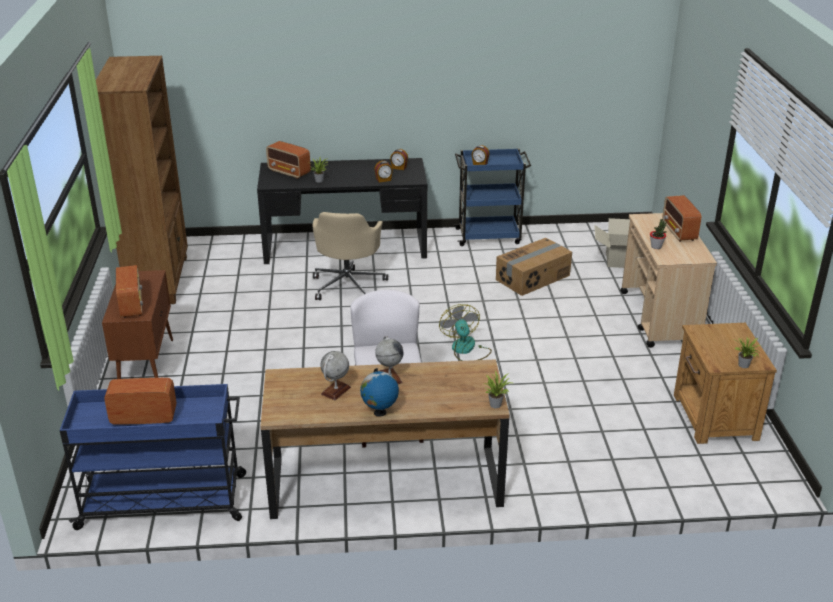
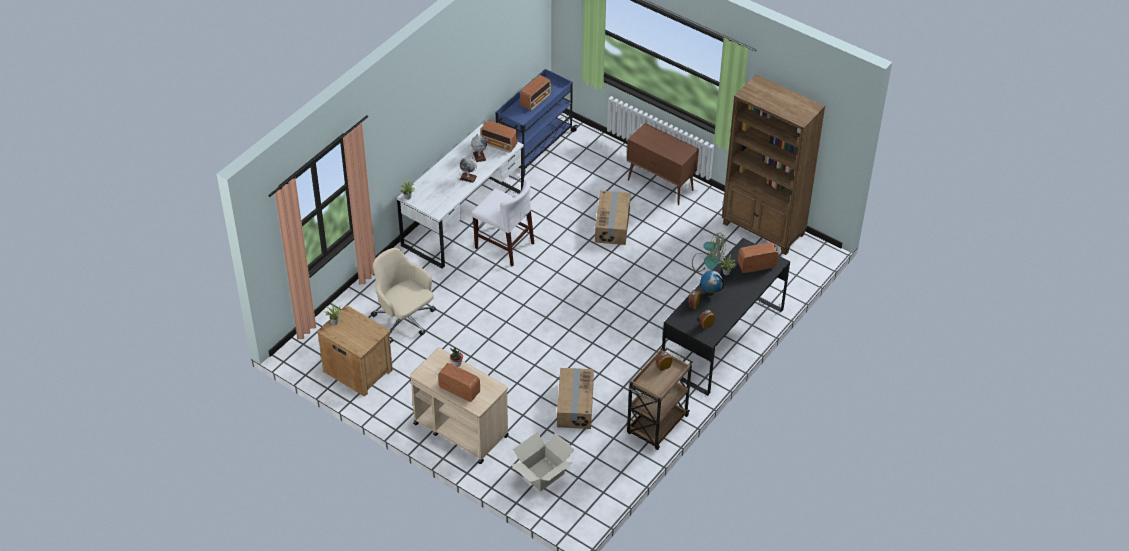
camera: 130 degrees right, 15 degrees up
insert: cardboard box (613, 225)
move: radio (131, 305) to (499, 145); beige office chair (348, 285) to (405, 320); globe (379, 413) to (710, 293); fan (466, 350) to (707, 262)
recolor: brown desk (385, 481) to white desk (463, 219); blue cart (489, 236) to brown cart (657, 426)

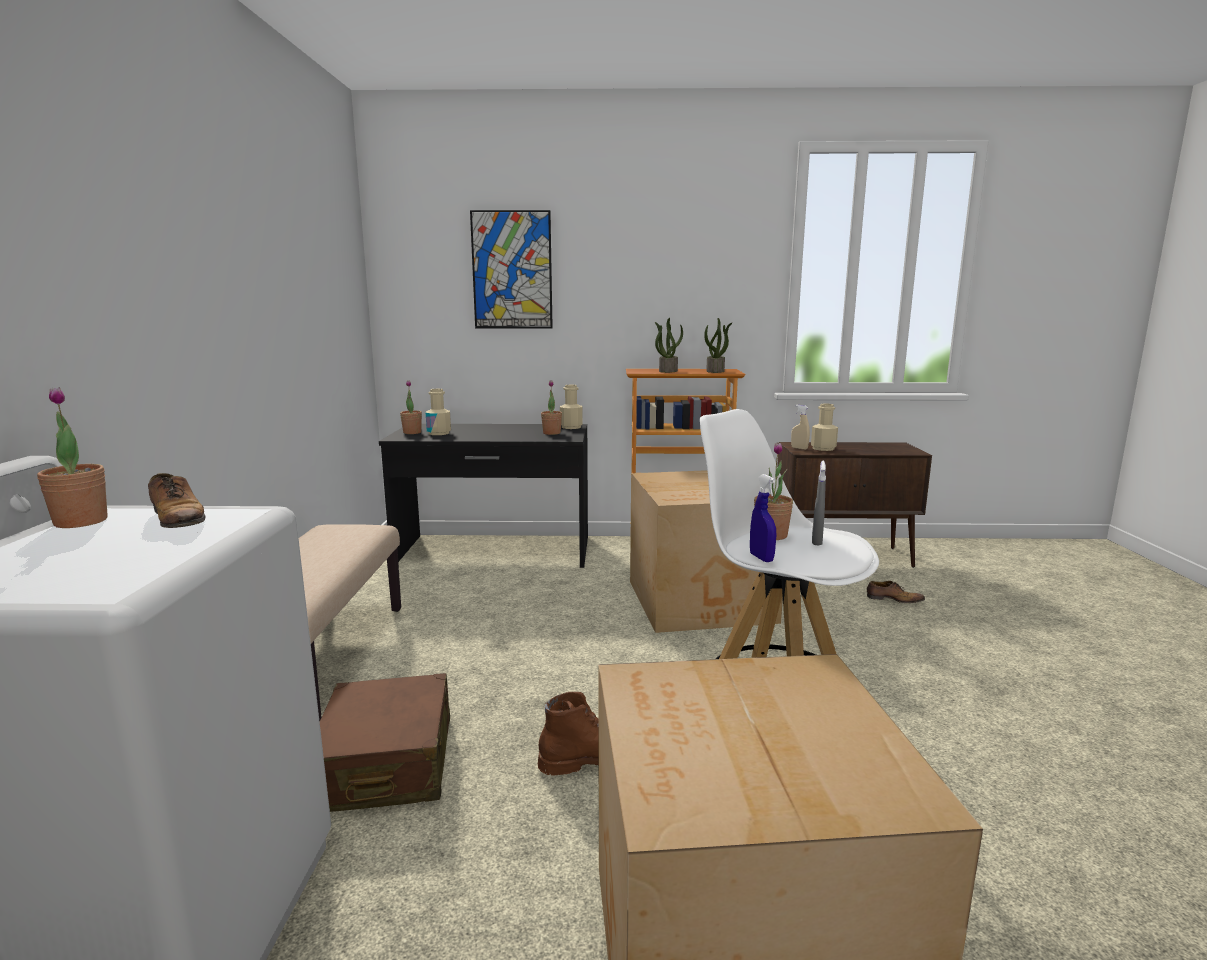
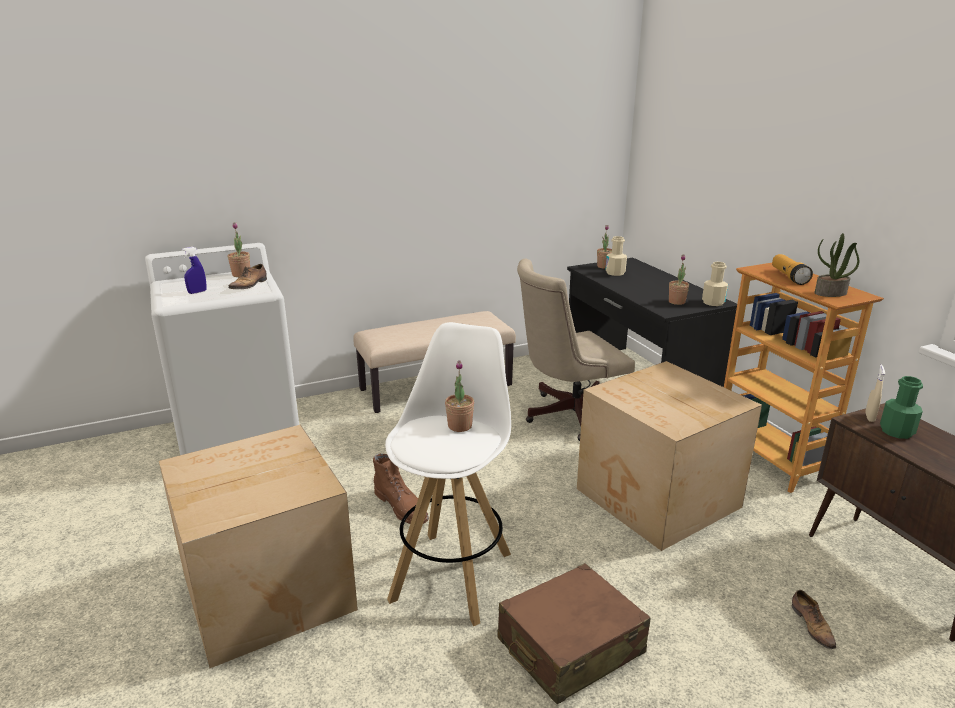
camera: 65 degrees right, 10 degrees up
delete: picture (512, 270); grey spray bottle (817, 541)
insert: beige office chair (567, 415)
move: brown suitcase (386, 764) to (570, 647); blue spray bottle (761, 558) to (197, 292)
replace: potted plant (667, 371) to flashlight (789, 277)
recolor: beige bottle (823, 448) to green bottle (896, 431)

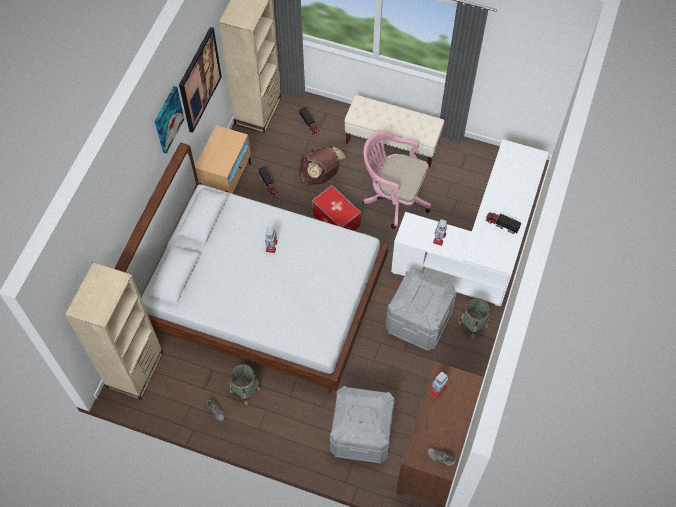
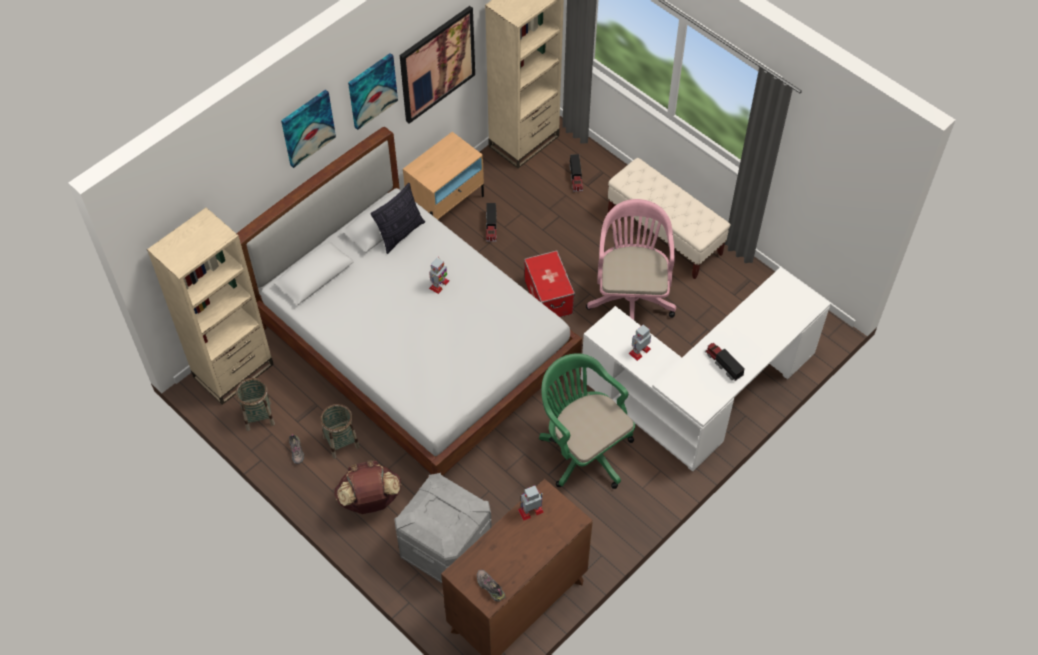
camera: 25 degrees right, 5 degrees down
insert: picture (307, 127); pillow (400, 233)
move: brown backpack (320, 175) to (370, 500); basket (473, 325) to (259, 416)
replace: grey storage box (418, 321) to green office chair (583, 449)
rotate: pink office chair (393, 197) = (631, 297) 45 degrees clockwise

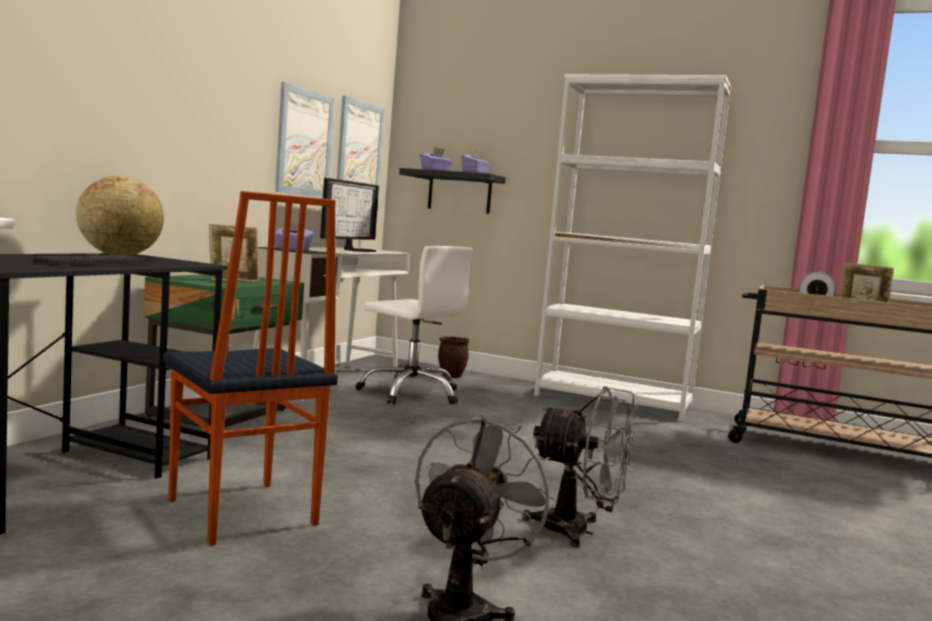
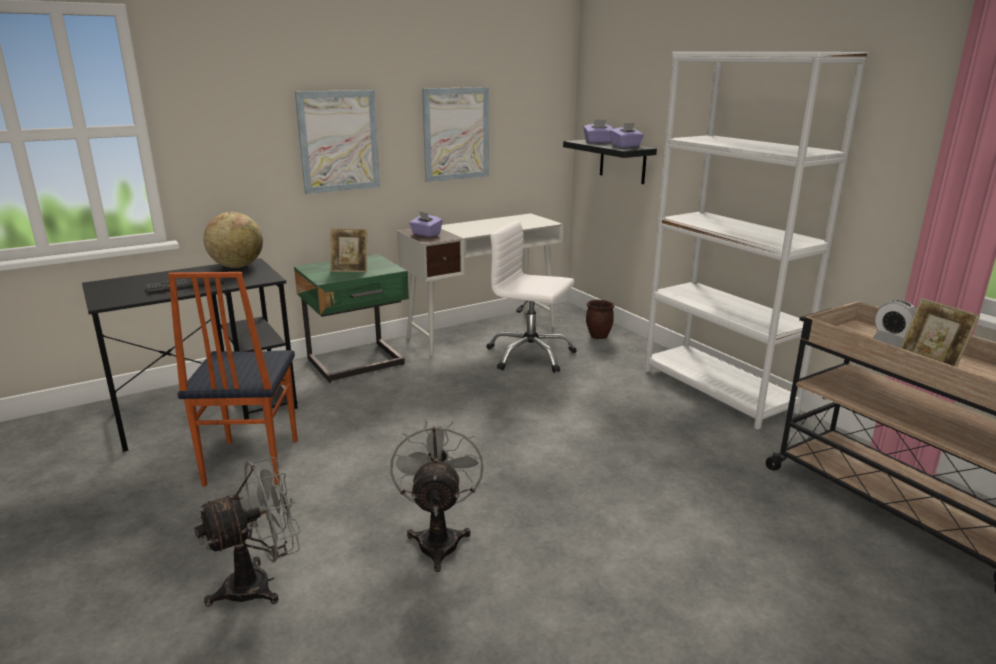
camera: 35 degrees right, 15 degrees up
delete: monitor (357, 250)
move: picture (359, 149) to (338, 141)
rotate: white office chair (411, 393) = (529, 355) 135 degrees clockwise; grey fan (578, 531) = (438, 538) 150 degrees counterclockwise

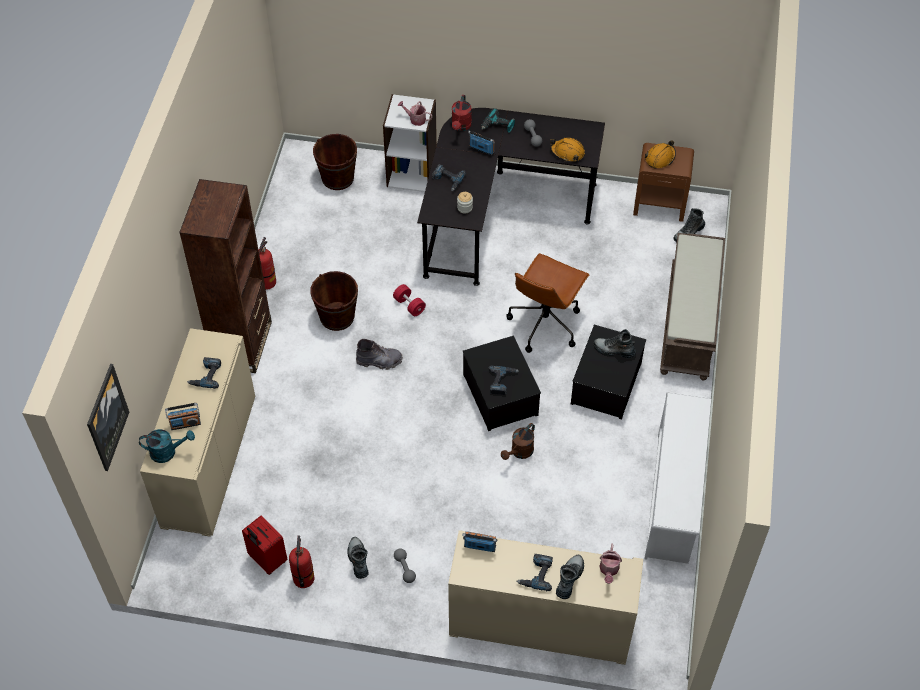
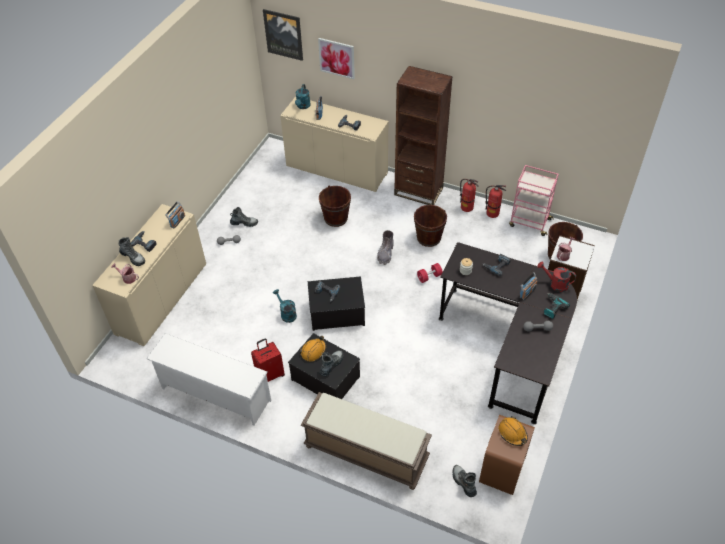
camera: 105 degrees right, 5 degrees down
delete: brown office chair (545, 323)
insert: picture (337, 58); brown bucket (336, 218); pink cart (529, 222)
move: red suitcase (267, 560) to (270, 374); fire extinguisher (303, 579) to (492, 213); orange hard hat (567, 152) to (313, 351)
recolor: brown watering can (519, 452) to turquoise watering can (286, 314)

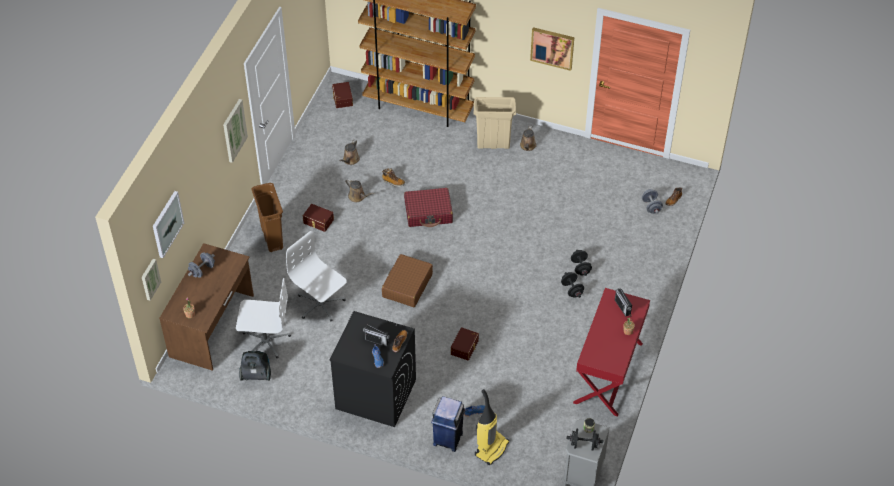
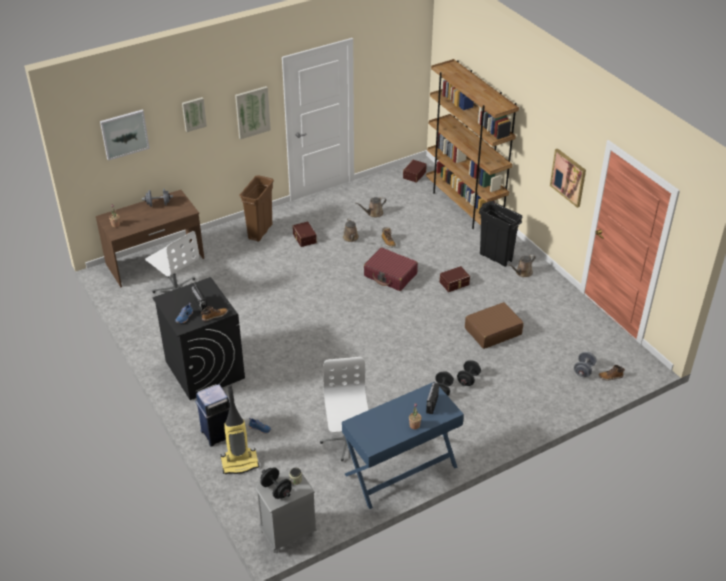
camera: 40 degrees right, 10 degrees down
delete: vacuum cleaner (256, 375)
move: picture (149, 279) to (193, 114); white office chair (320, 304) to (347, 440); brown suitcase (407, 286) to (492, 331); brown storage box (465, 347) to (454, 283)
recolor: beige trash can (493, 144) to black trash can (496, 258); red desk (608, 373) to blue desk (401, 471)

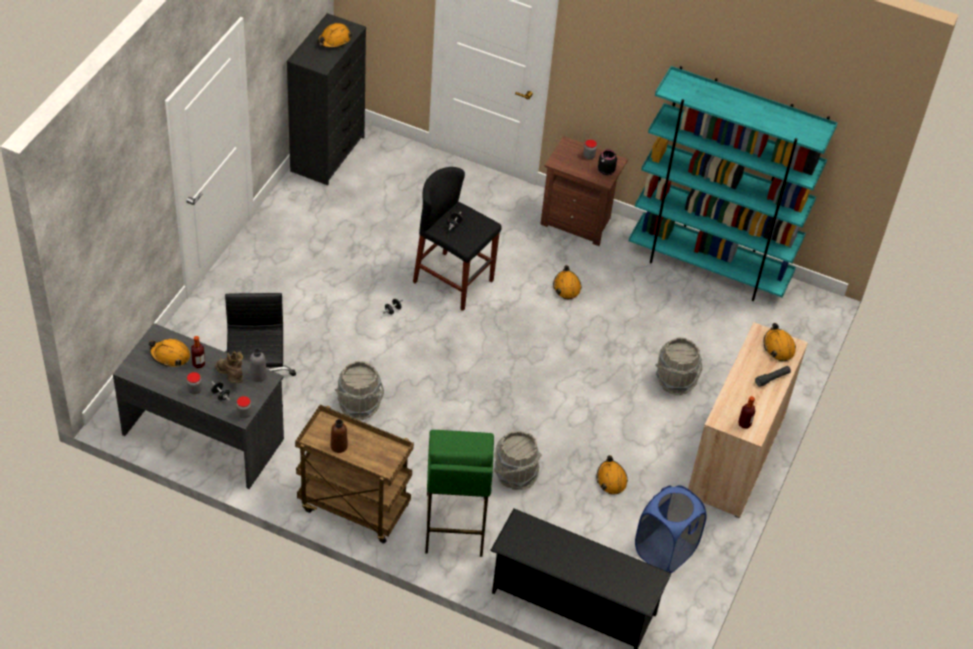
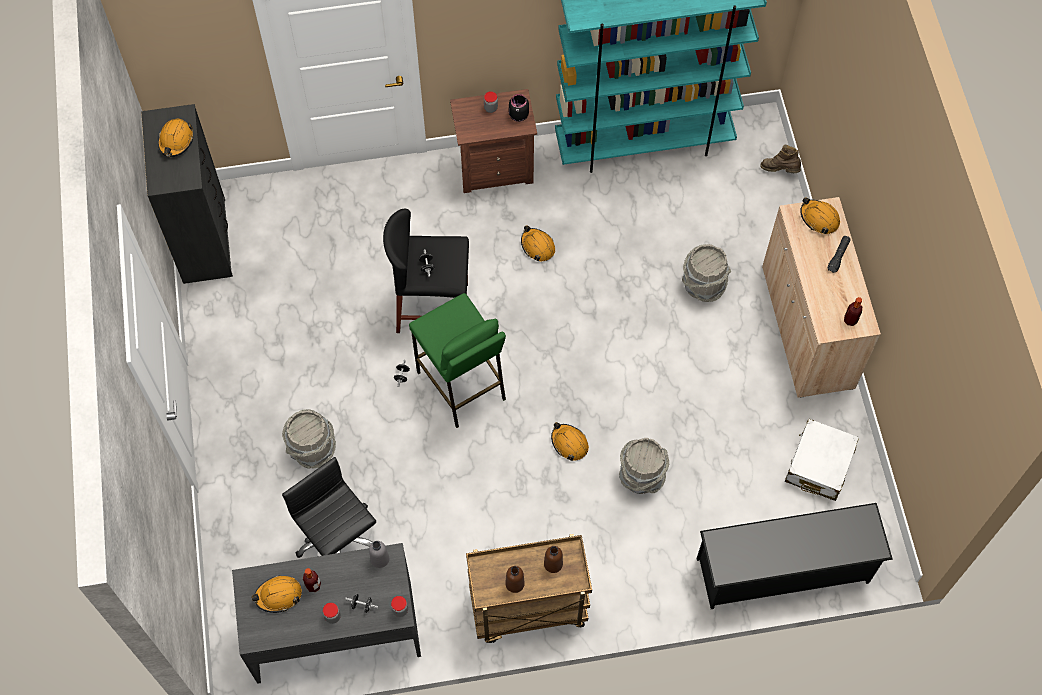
camera: 30 degrees left, 15 degrees up
insert: brown bottle (553, 564)
move: brown boot (231, 377) to (780, 170); grey bucket (359, 406) to (312, 449); green stool (454, 524) to (461, 386); orange hard hat (611, 479) to (569, 443)
replace: blue laundry basket (664, 551) to white suitcase (819, 465)

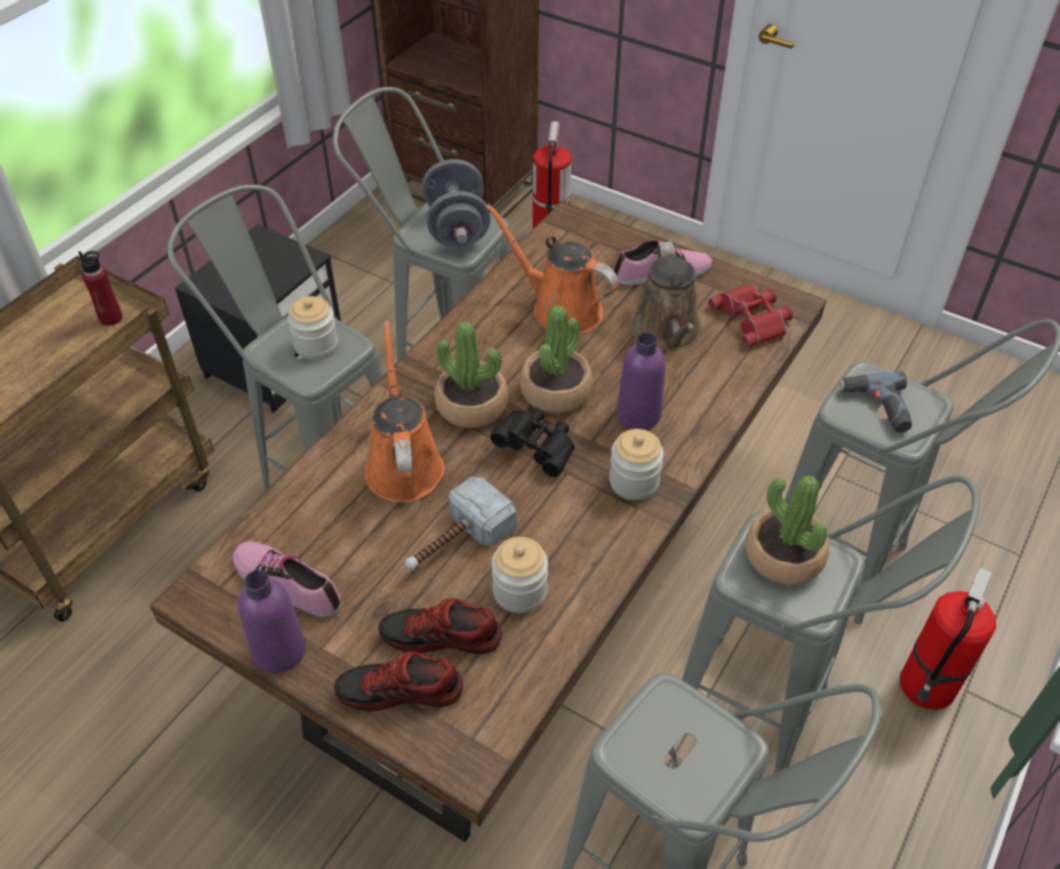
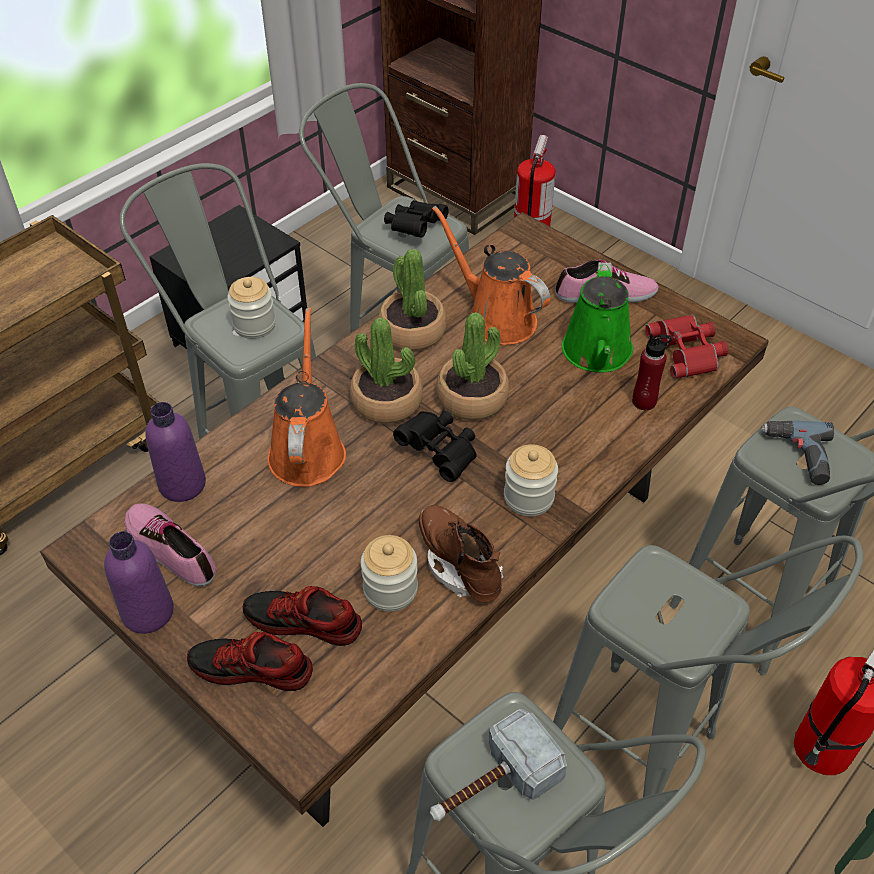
camera: 10 degrees right, 0 degrees up
insert: brown boot (459, 565)
move: red bottle (111, 318) to (644, 401); hammer (455, 542) to (491, 786); purple bottle (638, 415) to (182, 484); potted plant (783, 556) to (412, 331)
replace: grey dumbbell (457, 228) to black binoculars (415, 228)
recolor: brown watering can (667, 333) to green watering can (597, 354)

